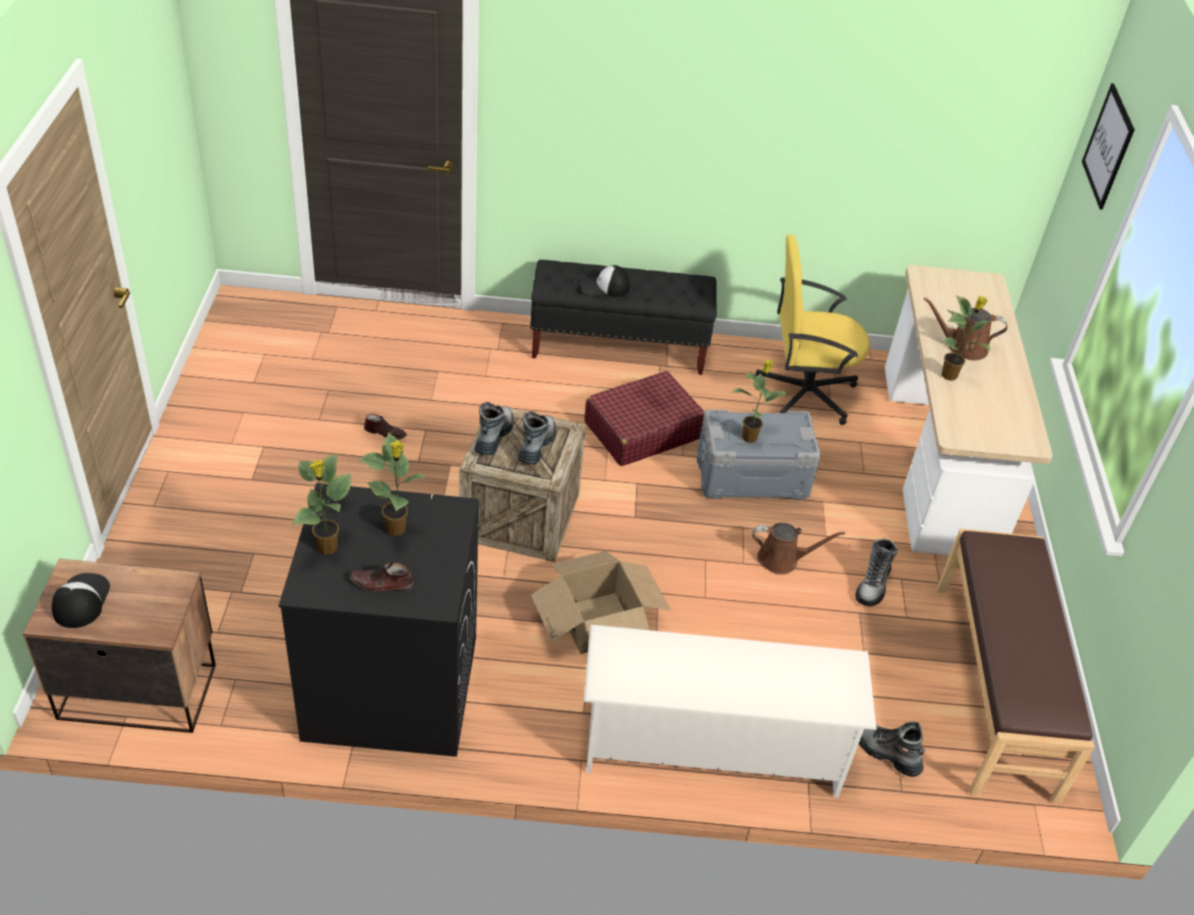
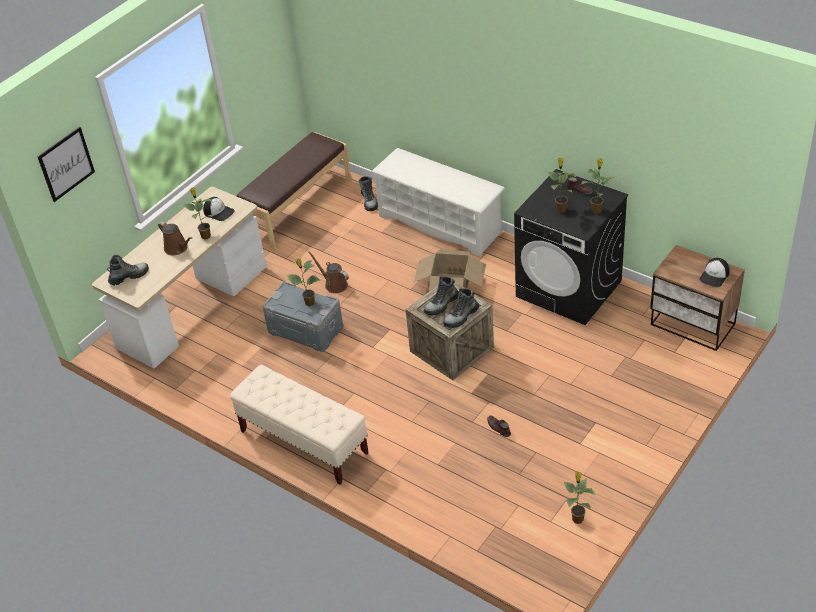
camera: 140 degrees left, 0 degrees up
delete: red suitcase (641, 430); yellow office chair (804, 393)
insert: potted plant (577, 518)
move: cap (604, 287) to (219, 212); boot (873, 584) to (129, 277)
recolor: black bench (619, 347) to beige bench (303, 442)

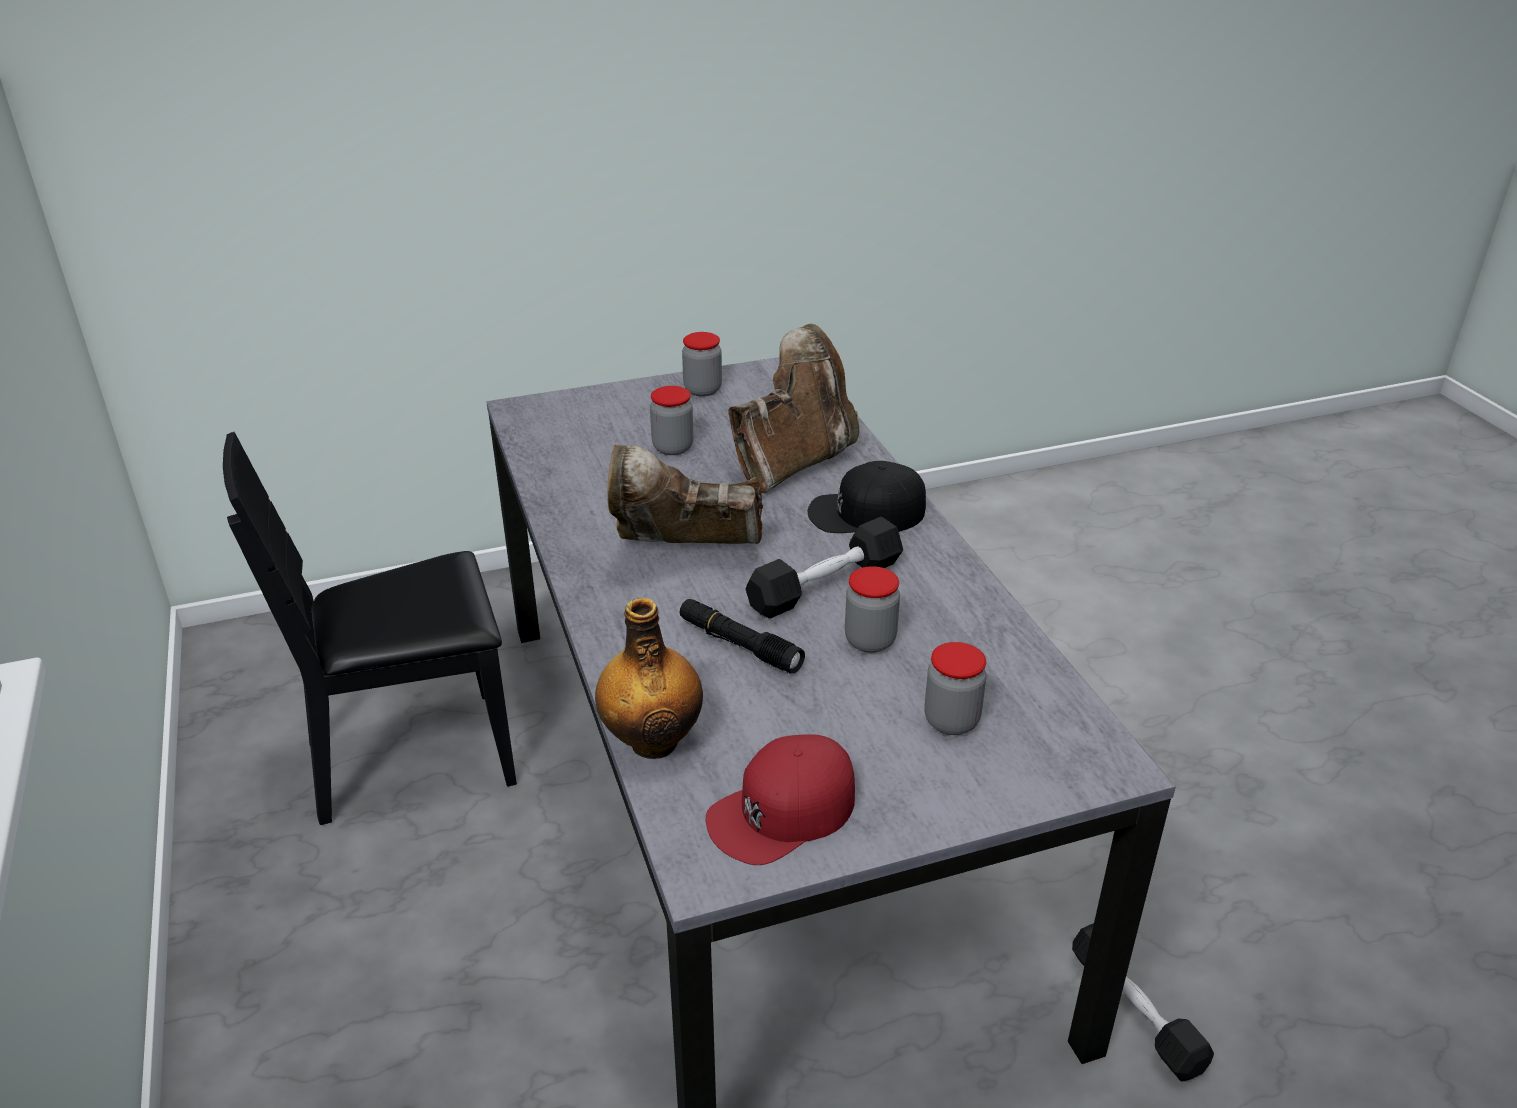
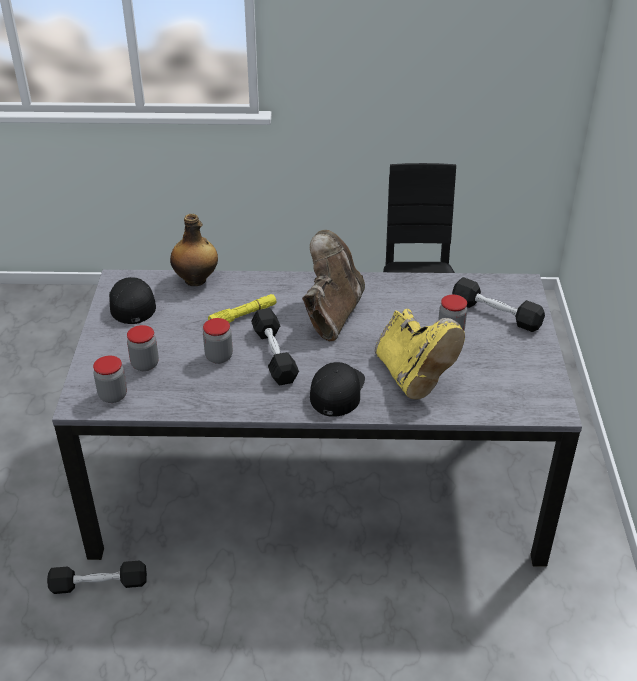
camera: 110 degrees right, 5 degrees up
insert: black dumbbell (496, 314)
move: jar (702, 390) to (113, 395)
recolor: black flashlight (739, 645) to yellow flashlight (243, 316); red cap (783, 811) to black cap (131, 303); brown boot (794, 461) to yellow boot (412, 377)

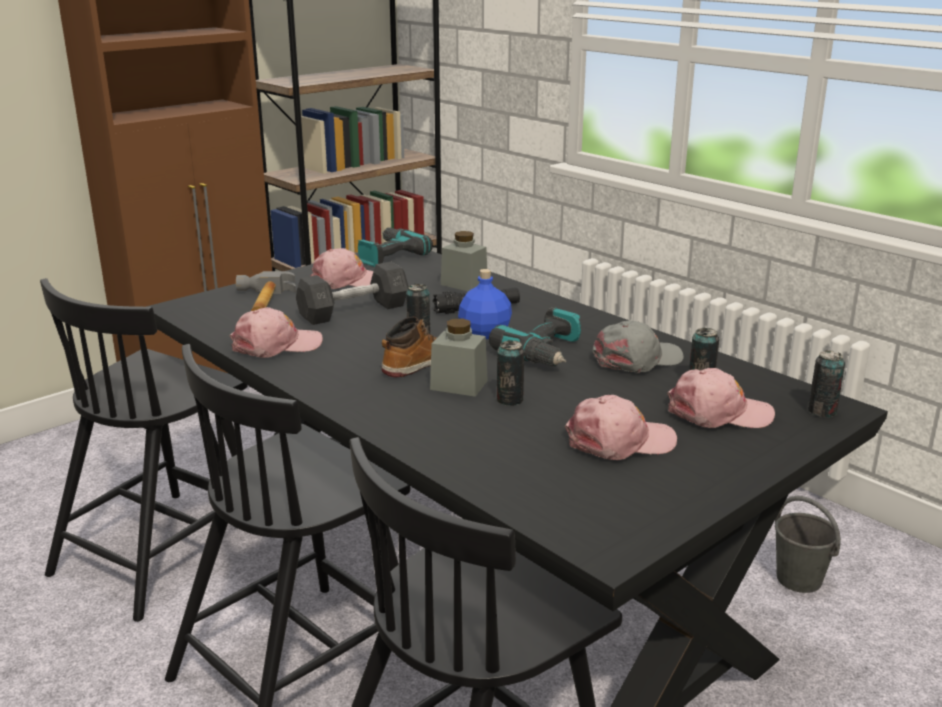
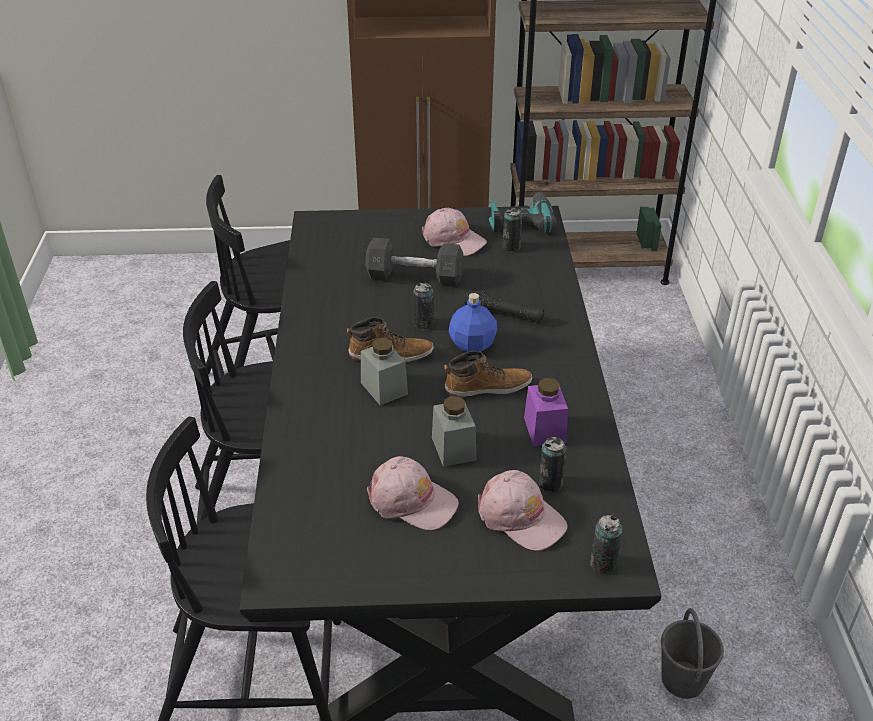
camera: 40 degrees right, 15 degrees up
delete: pink cap (276, 345); hammer (261, 303)
move: grey jar (464, 284) to (453, 449); can (510, 400) to (511, 247)
replace: power drill (546, 352) to boot (487, 387); grey cap (637, 359) to purple jar (544, 430)

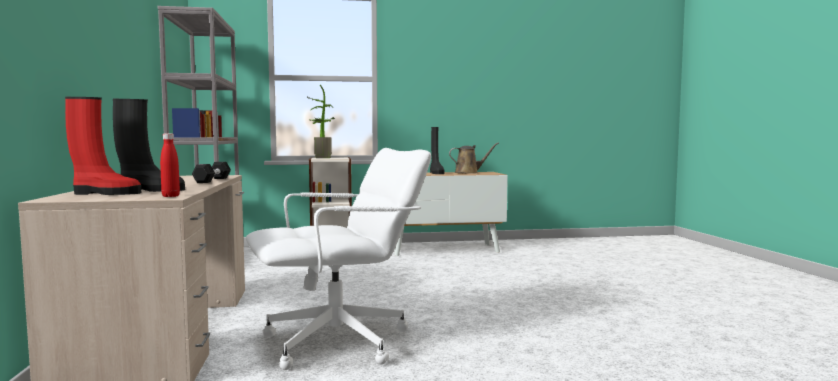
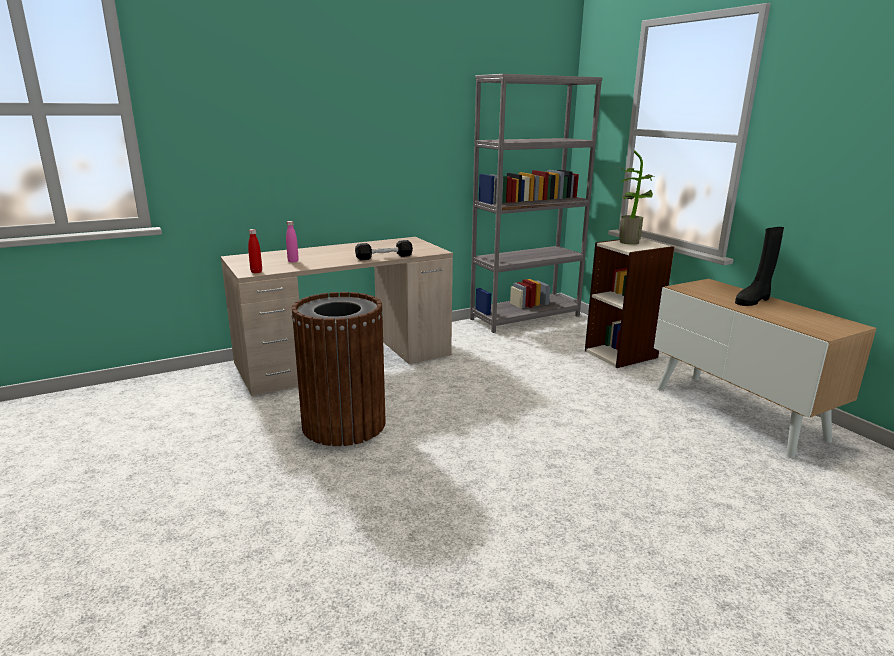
camera: 70 degrees right, 15 degrees up
delete: red boot (105, 193); brown watering can (469, 172)
replace: black boot (150, 190) to pink bottle (293, 261); white office chair (339, 343) to brown trash can (344, 424)

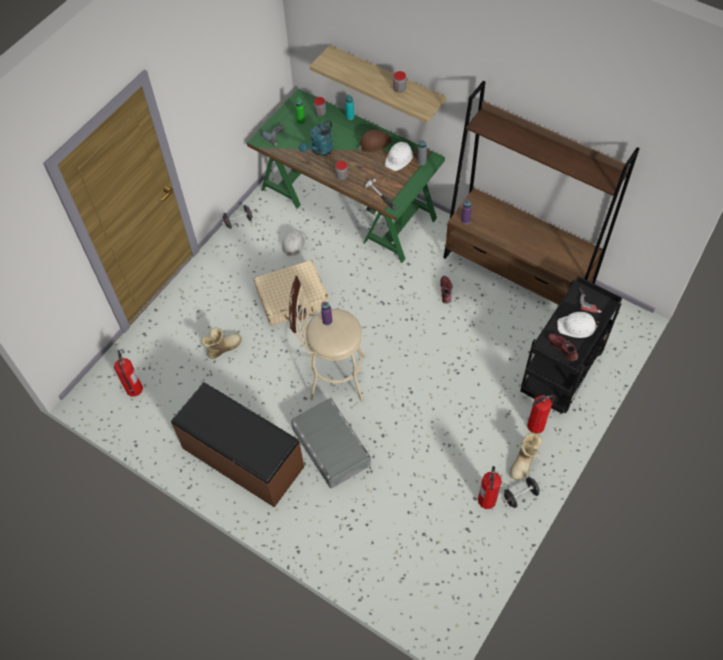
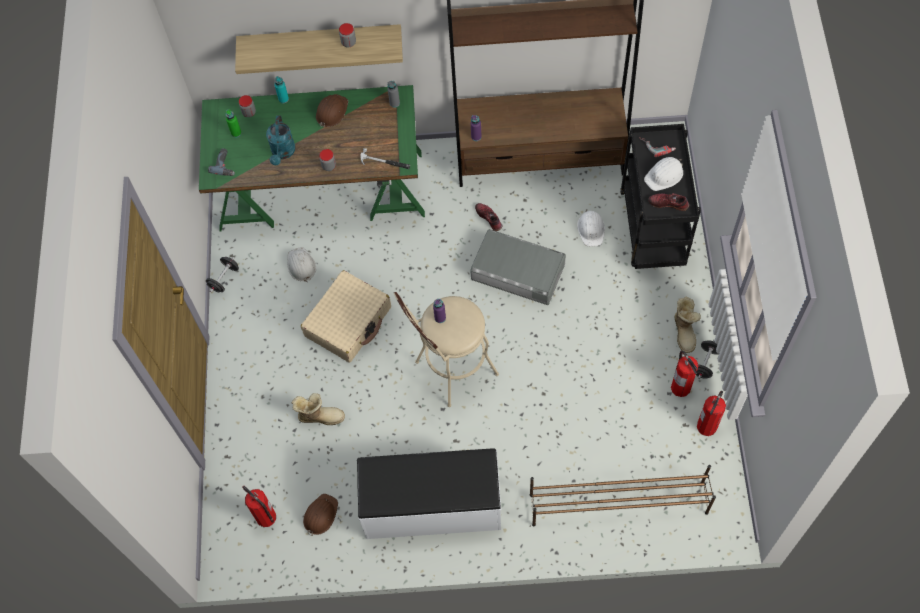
camera: 35 degrees left, 5 degrees up
insert: brown hard hat (320, 515); brown shoe rack (617, 503)
move: grey storage box (331, 446) to (517, 271); white hard hat (399, 158) to (591, 229); fire extinguisher (536, 425) to (707, 426)
recolor: brown bench (242, 458) to white bench (432, 506)
rotate: boot (222, 348) = (320, 416) 75 degrees clockwise

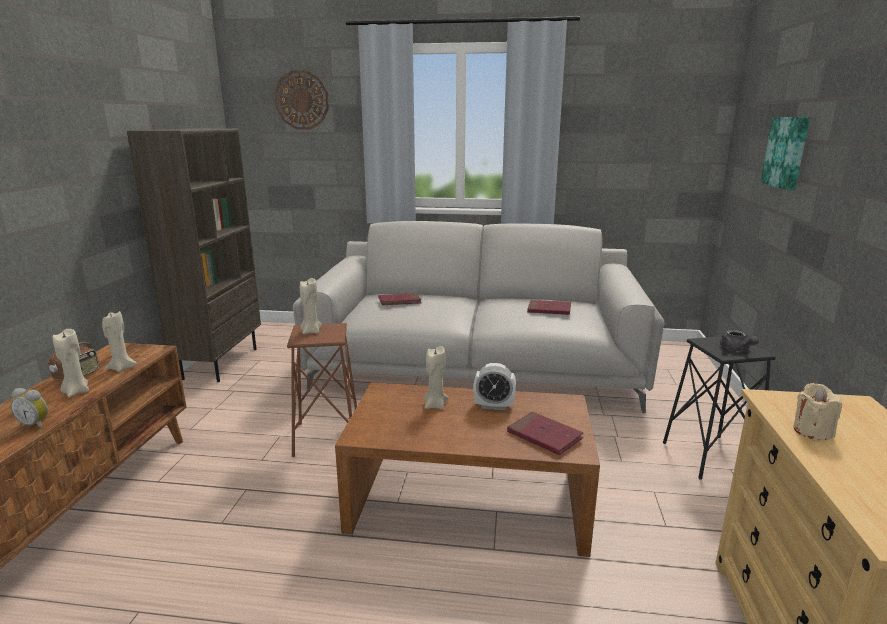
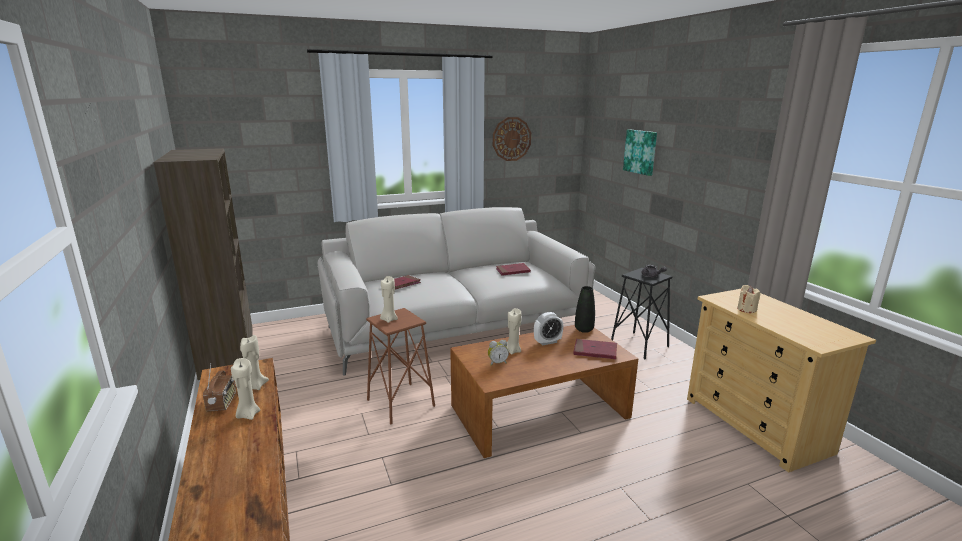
camera: 30 degrees left, 0 degrees up
insert: black vase (584, 329)
move: alarm clock (36, 424) to (497, 363); wall clock (302, 100) to (511, 139)

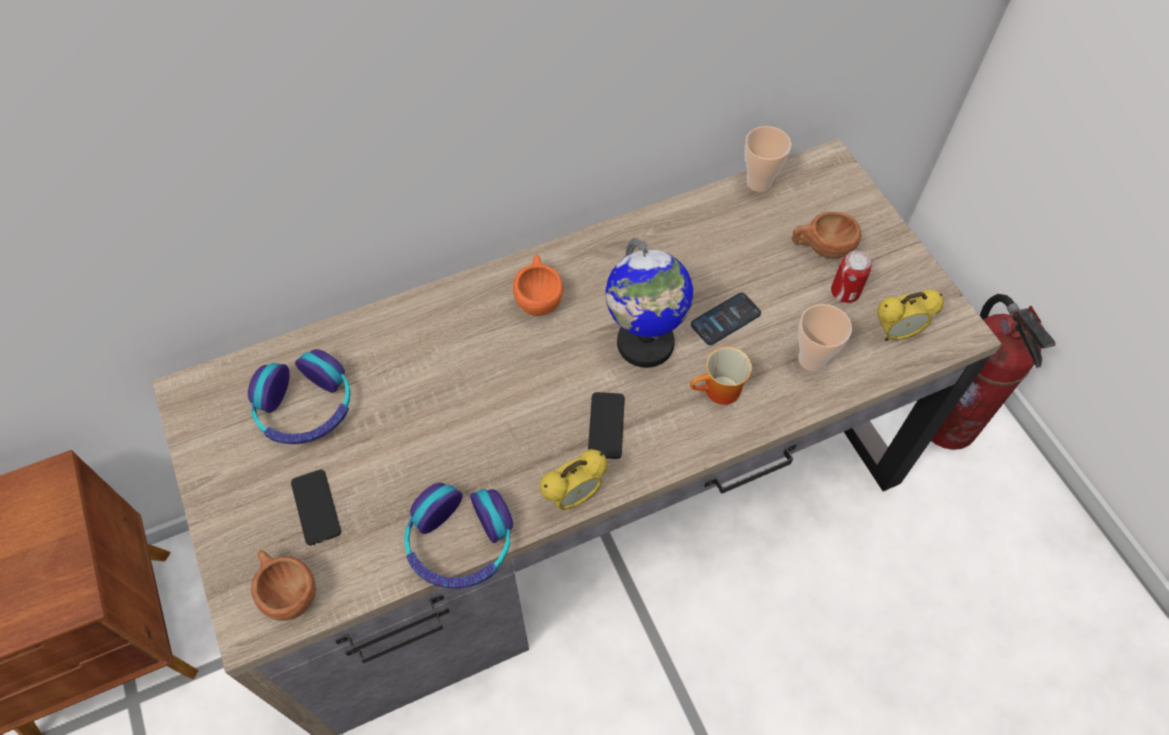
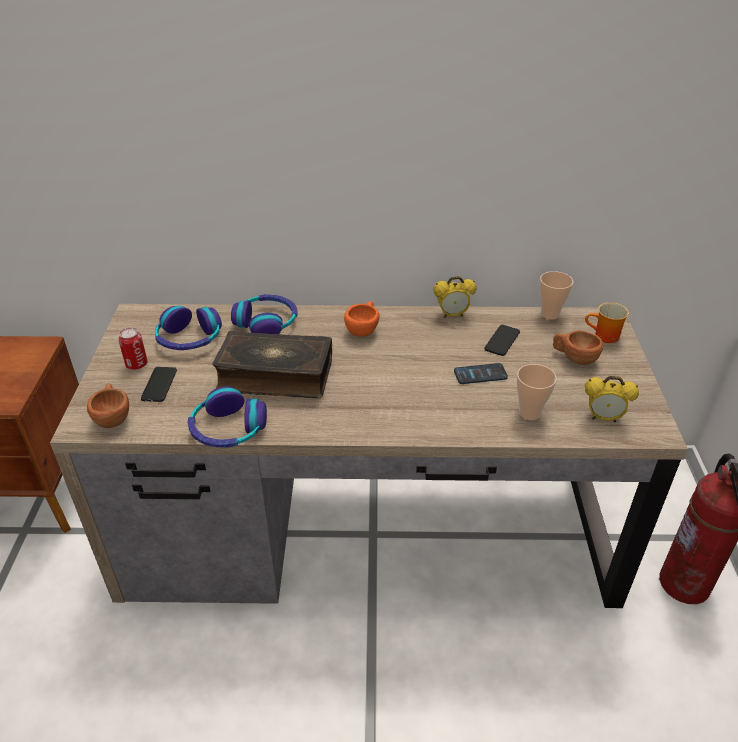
camera: 25 degrees right, 20 degrees down
delete: globe (645, 344)
insert: book (275, 375); headphones (266, 322)
move: alarm clock (574, 497) to (452, 315); phone (606, 425) to (502, 340); mug (719, 393) to (604, 337); can (845, 292) to (136, 364)

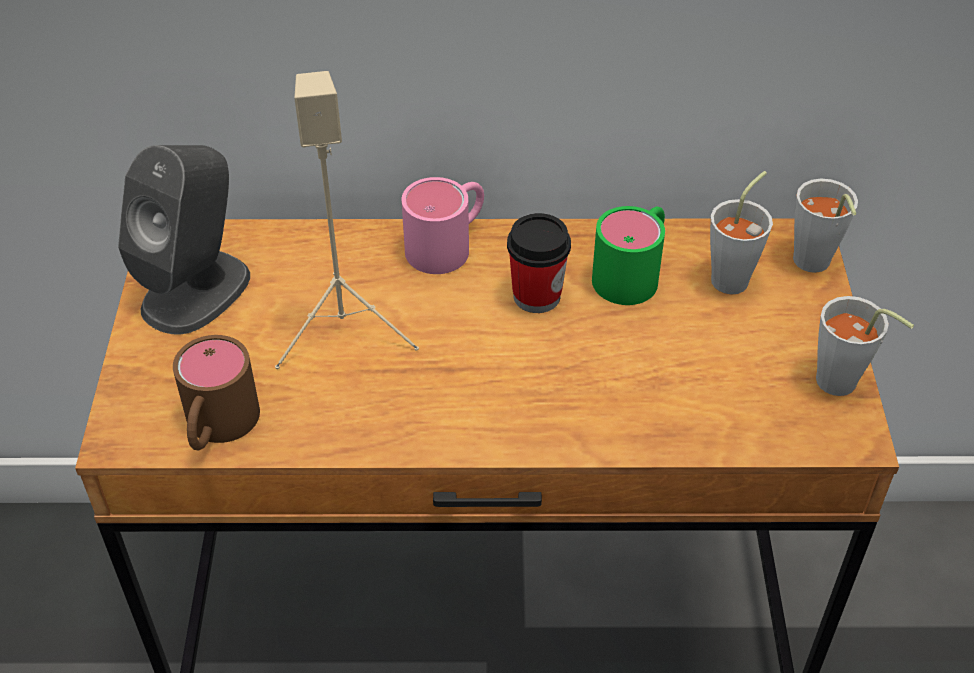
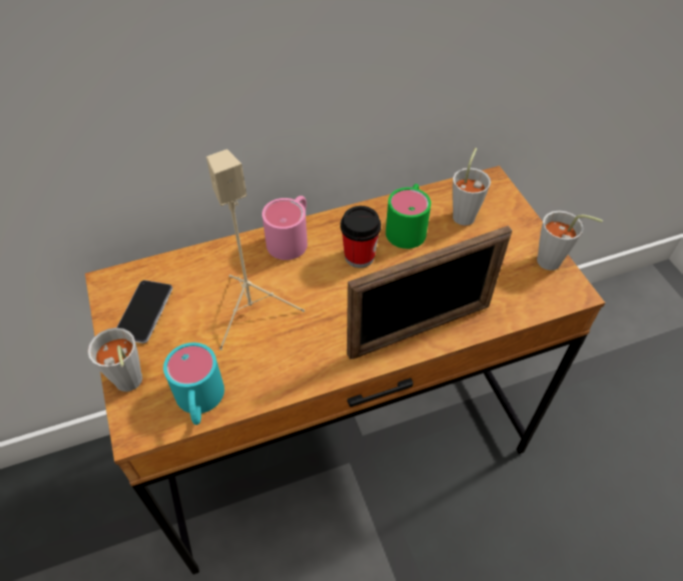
camera: 20 degrees left, 5 degrees up
insert: picture frame (420, 330)
move: grey cup (813, 266) to (130, 385)
replace: grey speaker (197, 290) to phone (144, 312)
recolor: brown mug (217, 428) to turquoise mug (199, 402)

